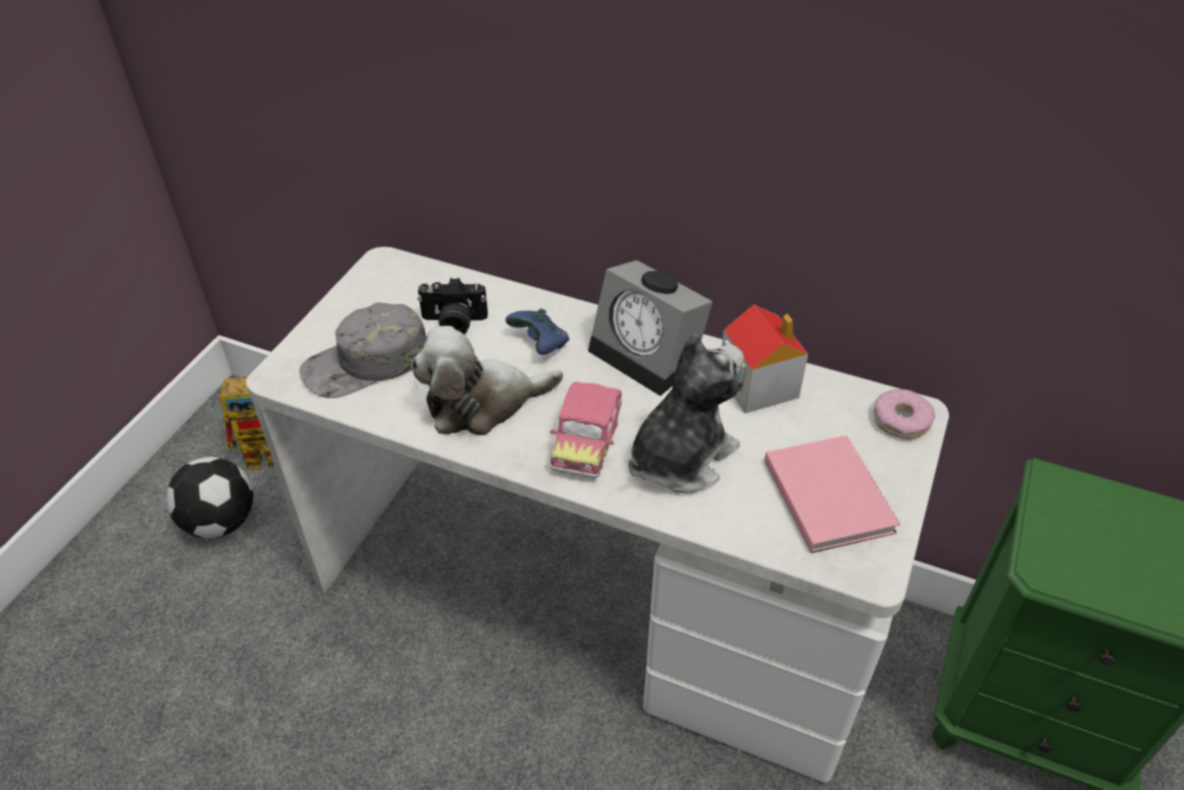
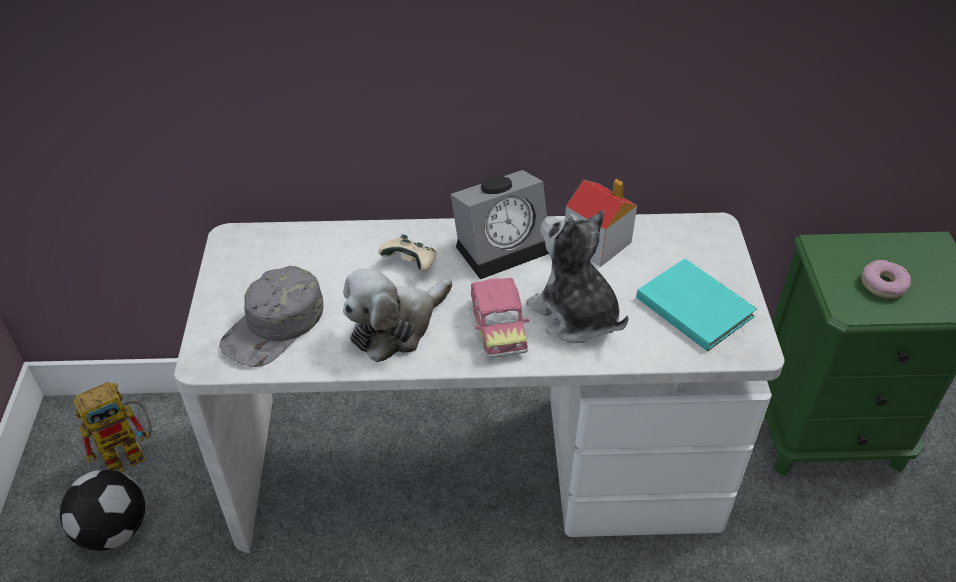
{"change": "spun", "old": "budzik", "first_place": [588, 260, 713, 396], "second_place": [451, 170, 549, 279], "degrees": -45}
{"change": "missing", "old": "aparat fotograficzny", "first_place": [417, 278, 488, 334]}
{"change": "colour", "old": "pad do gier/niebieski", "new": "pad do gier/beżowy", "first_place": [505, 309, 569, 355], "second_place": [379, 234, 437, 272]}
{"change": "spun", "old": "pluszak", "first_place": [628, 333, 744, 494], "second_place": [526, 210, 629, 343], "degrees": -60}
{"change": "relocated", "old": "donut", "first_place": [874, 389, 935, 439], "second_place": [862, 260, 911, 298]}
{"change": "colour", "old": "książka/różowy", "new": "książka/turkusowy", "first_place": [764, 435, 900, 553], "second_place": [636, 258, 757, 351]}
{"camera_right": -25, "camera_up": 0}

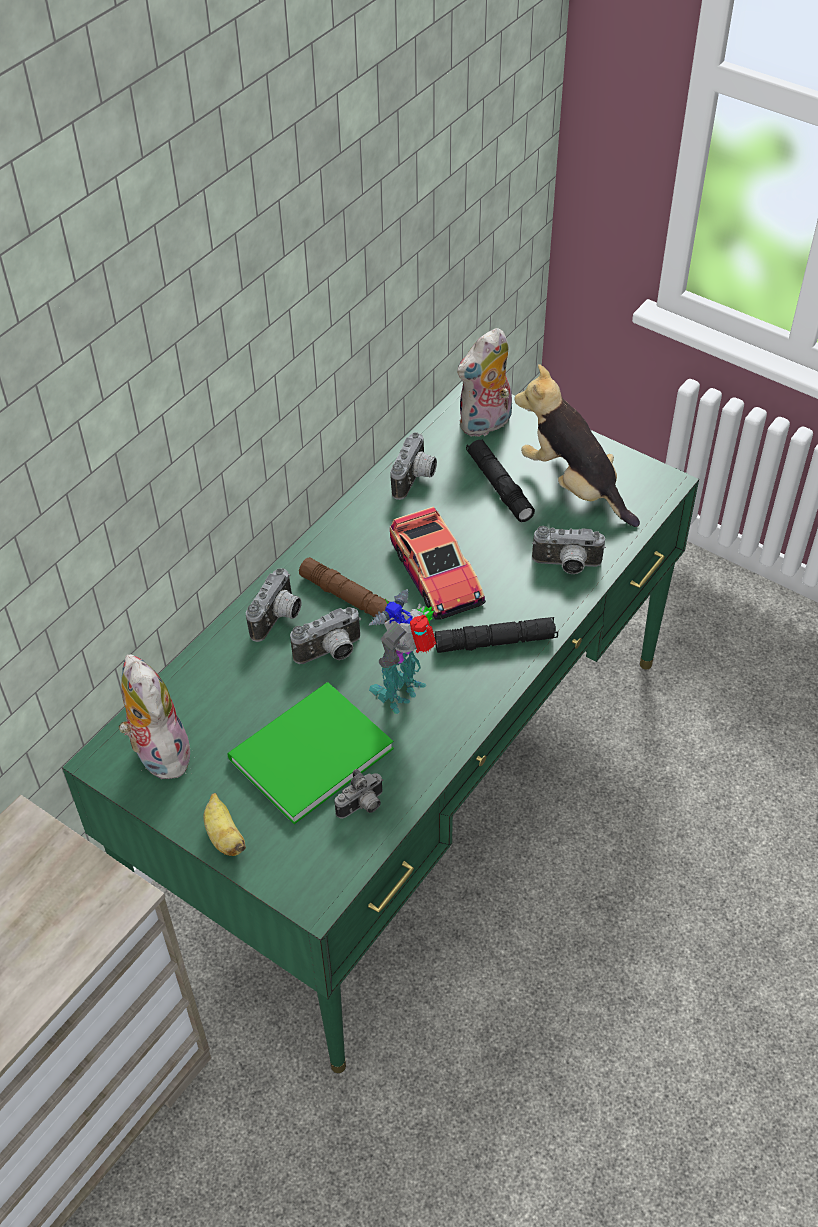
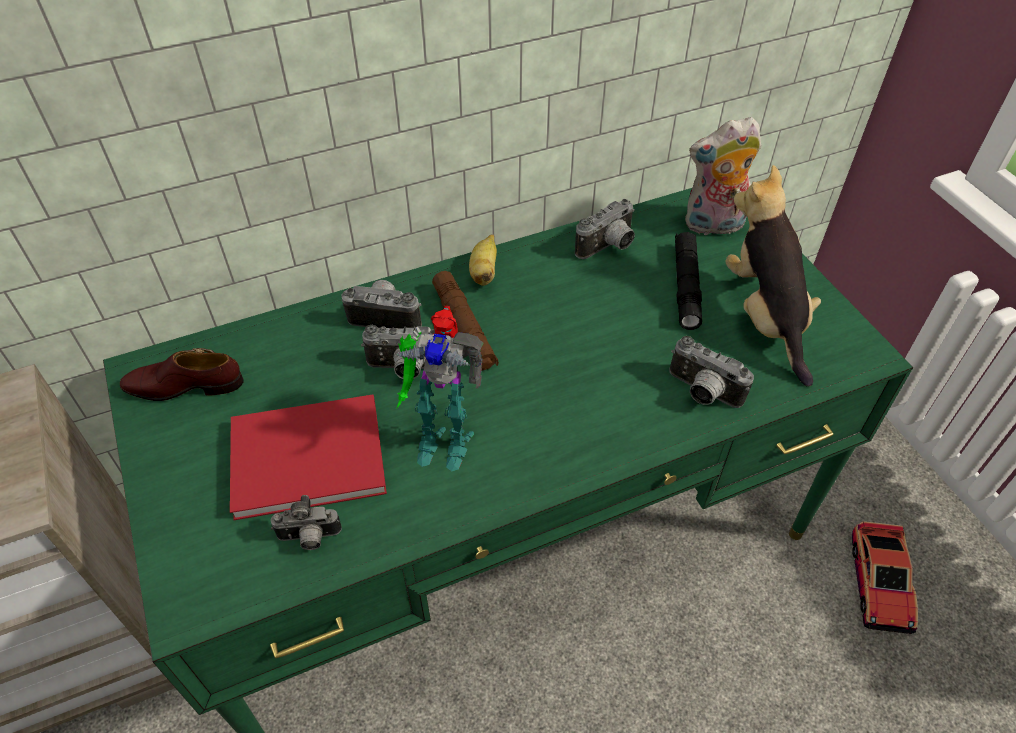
{"change": "relocated", "old": "samochodzik", "first_place": [390, 506, 486, 619], "second_place": [852, 521, 918, 634]}
{"change": "spun", "old": "aparat fotograficzny", "first_place": [246, 568, 302, 642], "second_place": [341, 280, 422, 328], "degrees": -135}
{"change": "spun", "old": "robot zabawkowy", "first_place": [369, 589, 436, 714], "second_place": [396, 306, 483, 471], "degrees": -150}
{"change": "missing", "old": "latarka/czarny", "first_place": [435, 617, 558, 653]}
{"change": "exchanged", "old": "pluszak", "new": "but/brązowy", "first_place": [118, 654, 190, 779], "second_place": [120, 348, 244, 401]}
{"change": "colour", "old": "książka/zielony", "new": "książka/czerwony", "first_place": [227, 682, 394, 824], "second_place": [230, 394, 387, 520]}
{"change": "relocated", "old": "banan", "first_place": [203, 793, 246, 856], "second_place": [469, 234, 497, 286]}
{"camera_right": 30, "camera_up": 0}

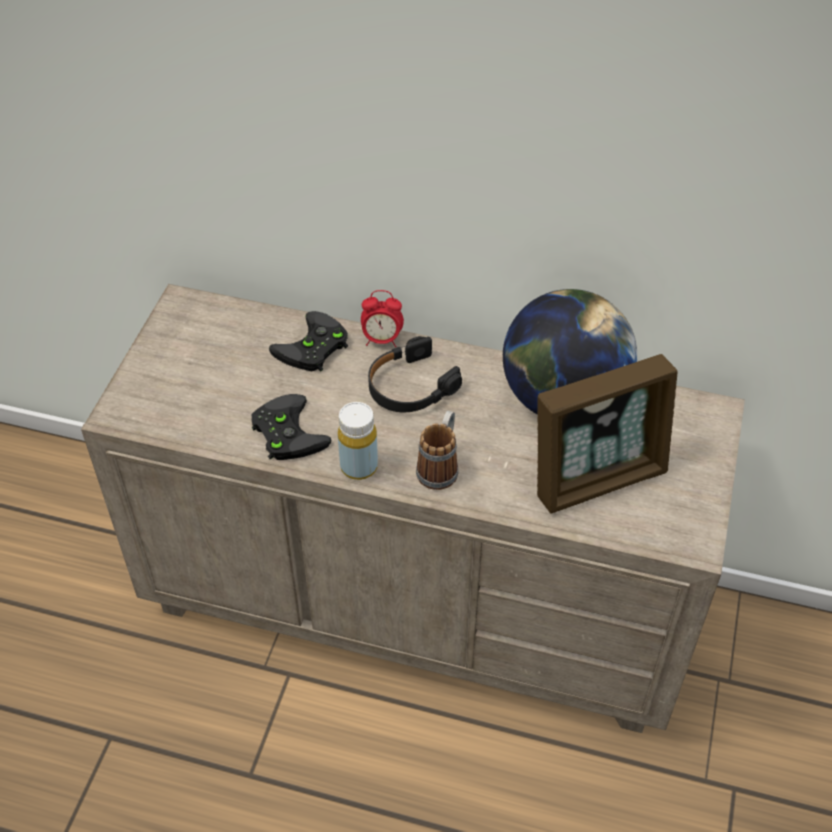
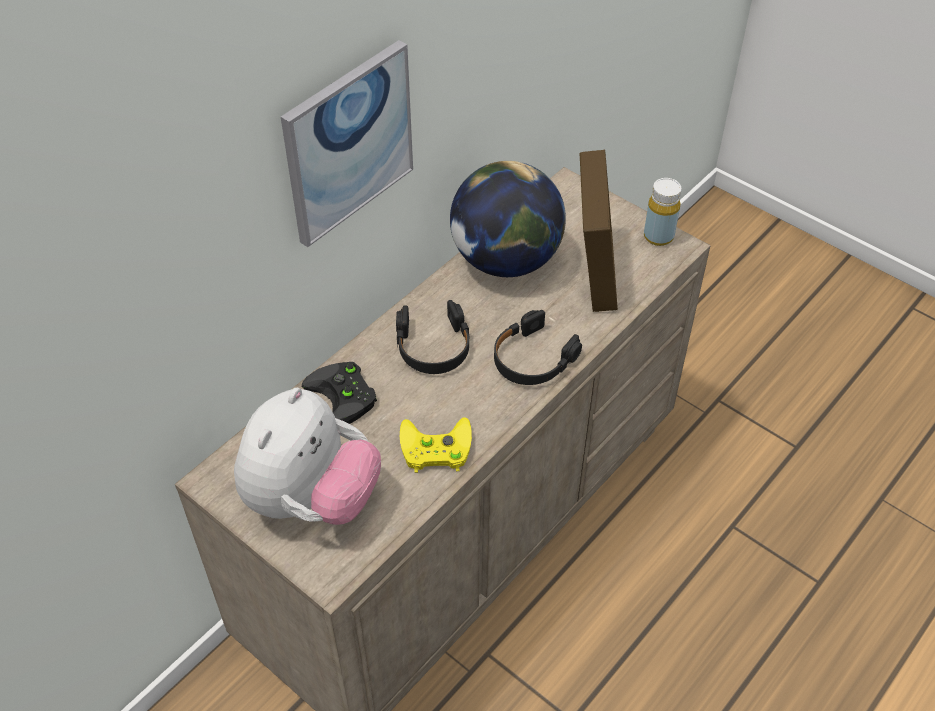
{"change": "missing", "old": "budzik", "first_place": [361, 290, 404, 347]}
{"change": "colour", "old": "pad do gier/czarny", "new": "pad do gier/żółty", "first_place": [251, 394, 331, 460], "second_place": [400, 417, 472, 473]}
{"change": "relocated", "old": "butelka/żółty", "first_place": [338, 402, 378, 480], "second_place": [644, 178, 681, 246]}
{"change": "exchanged", "old": "kubek", "new": "słuchawki/czarny", "first_place": [416, 411, 458, 490], "second_place": [494, 310, 582, 385]}
{"change": "appeared", "new": "obraz", "second_place": [281, 40, 413, 247]}
{"change": "appeared", "new": "pluszak", "second_place": [234, 387, 381, 525]}
{"camera_right": -65, "camera_up": 0}

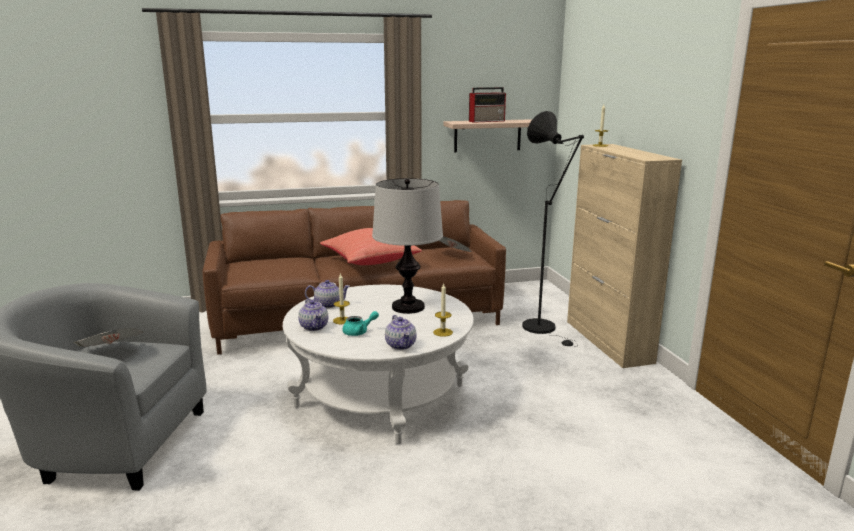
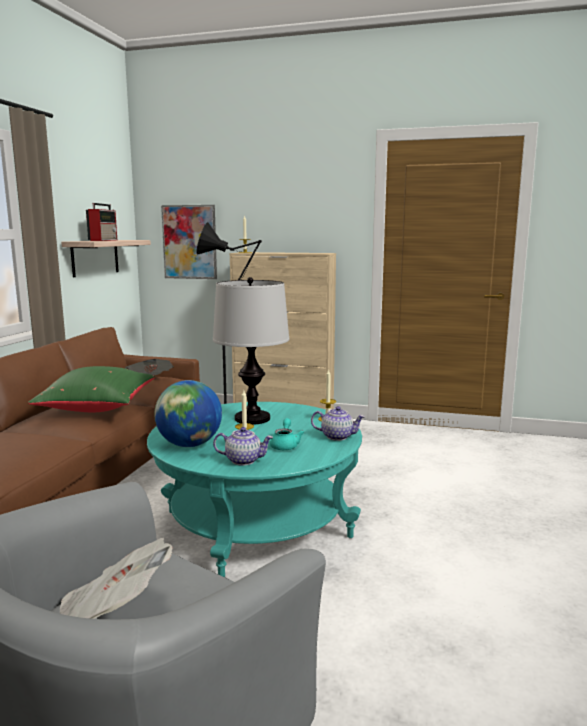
{"change": "colour", "old": "poduszka/czerwony", "new": "poduszka/zielony", "first_place": [320, 228, 422, 265], "second_place": [28, 366, 155, 412]}
{"change": "exchanged", "old": "imbryk", "new": "globus", "first_place": [305, 280, 350, 308], "second_place": [154, 380, 222, 447]}
{"change": "colour", "old": "ława/biały", "new": "ława/turkusowy", "first_place": [283, 285, 474, 444], "second_place": [147, 402, 362, 577]}
{"change": "appeared", "new": "obraz", "second_place": [161, 205, 217, 279]}
{"camera_right": -60, "camera_up": -5}

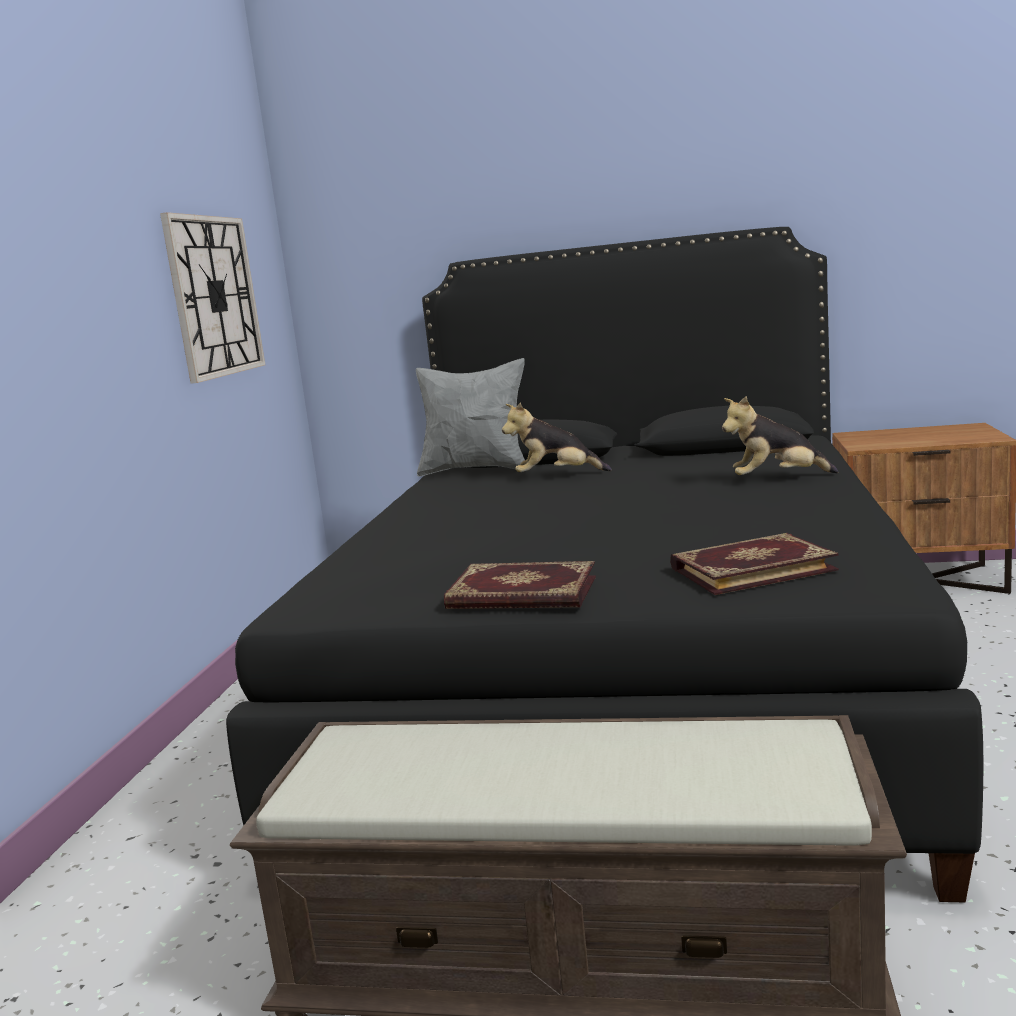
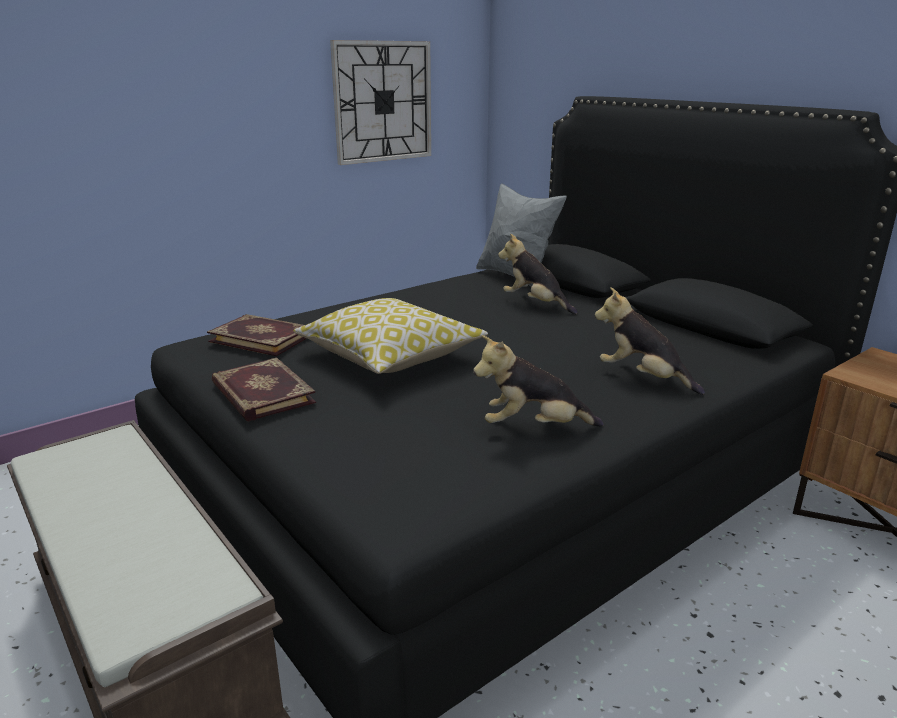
{"change": "relocated", "old": "książka", "first_place": [670, 533, 839, 595], "second_place": [207, 314, 307, 356]}
{"change": "appeared", "new": "poduszka", "second_place": [293, 298, 488, 374]}
{"change": "appeared", "new": "pluszak", "second_place": [473, 335, 603, 427]}
{"camera_right": 40, "camera_up": 10}

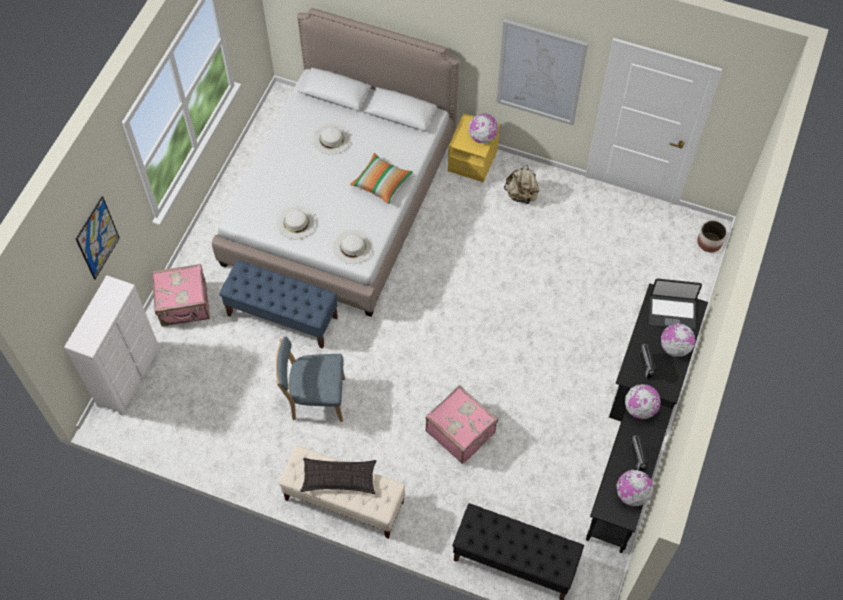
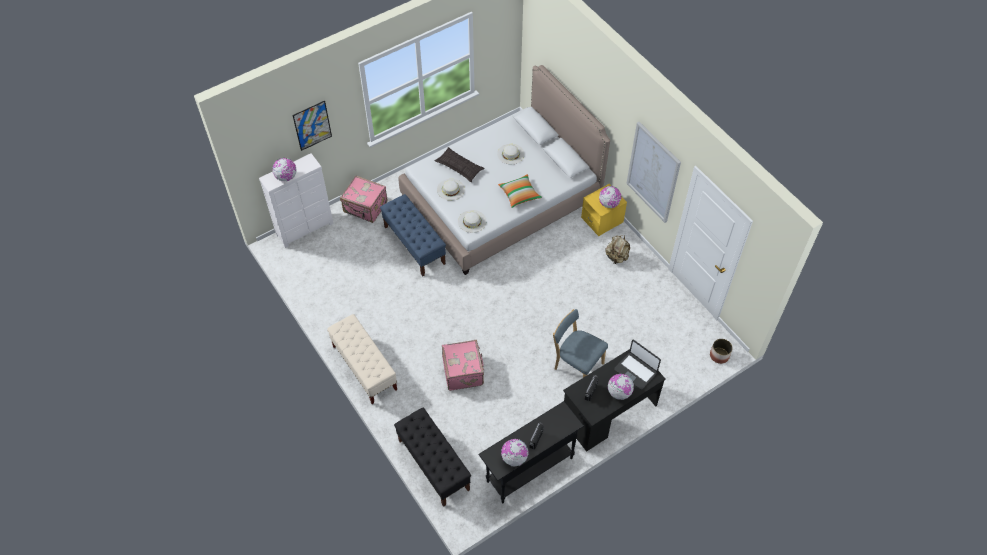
{"change": "relocated", "old": "krzesło/niebieski", "first_place": [276, 336, 345, 422], "second_place": [553, 309, 608, 378]}
{"change": "relocated", "old": "globus", "first_place": [625, 384, 661, 419], "second_place": [272, 158, 296, 181]}
{"change": "relocated", "old": "poduszka", "first_place": [300, 458, 376, 494], "second_place": [434, 147, 485, 182]}
{"camera_right": 35, "camera_up": -5}

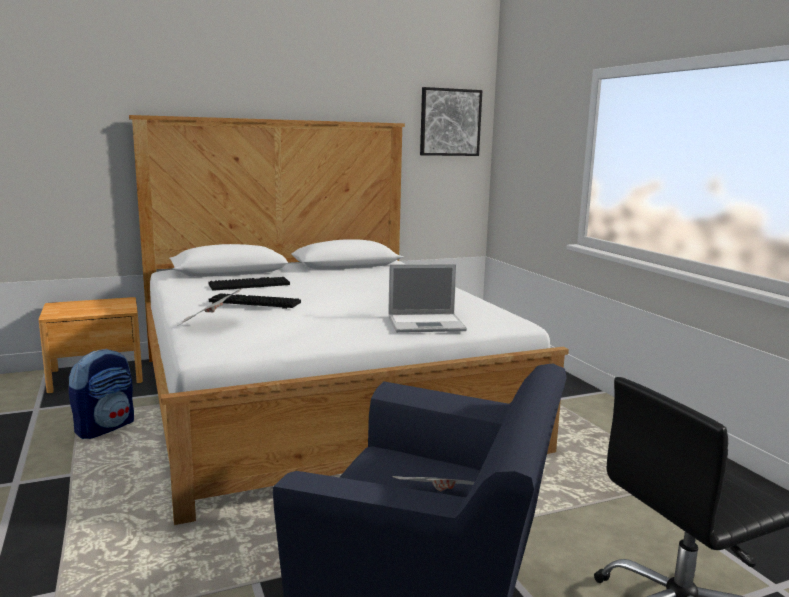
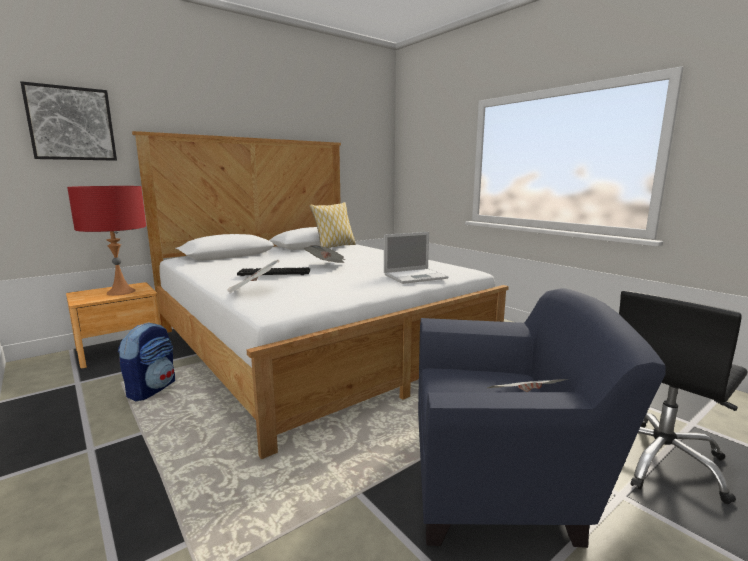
{"change": "relocated", "old": "obraz", "first_place": [420, 87, 482, 156], "second_place": [20, 81, 117, 161]}
{"change": "missing", "old": "klawiatura", "first_place": [209, 277, 290, 291]}
{"change": "appeared", "new": "lampa stołowa/czerwony", "second_place": [67, 186, 146, 296]}
{"change": "appeared", "new": "poduszka", "second_place": [309, 202, 356, 248]}
{"change": "appeared", "new": "gazeta", "second_place": [304, 245, 345, 263]}
{"camera_right": -15, "camera_up": 0}

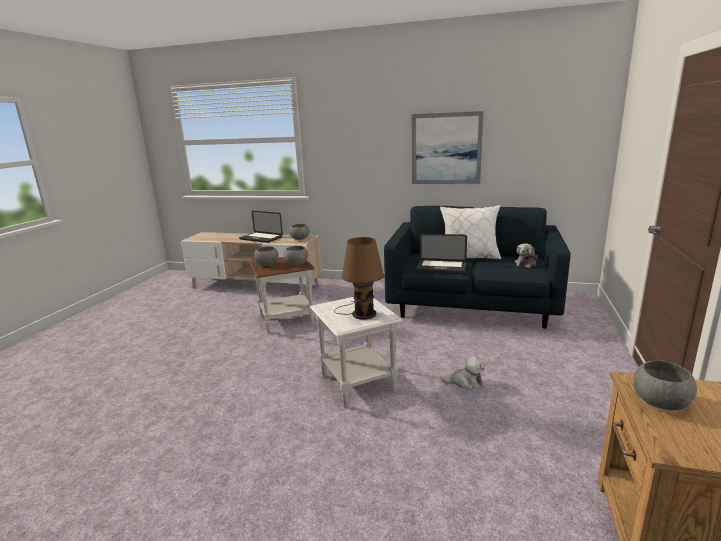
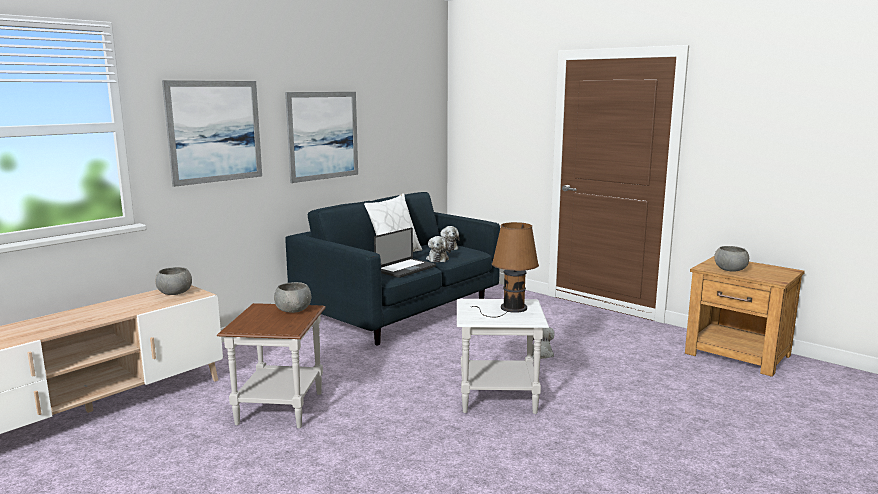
{"change": "missing", "old": "laptop", "first_place": [239, 211, 283, 243]}
{"change": "missing", "old": "miska/szary", "first_place": [254, 246, 279, 266]}
{"change": "appeared", "new": "obraz", "second_place": [162, 80, 262, 187]}
{"change": "appeared", "new": "pluszak", "second_place": [426, 236, 451, 262]}
{"camera_right": -65, "camera_up": -5}

